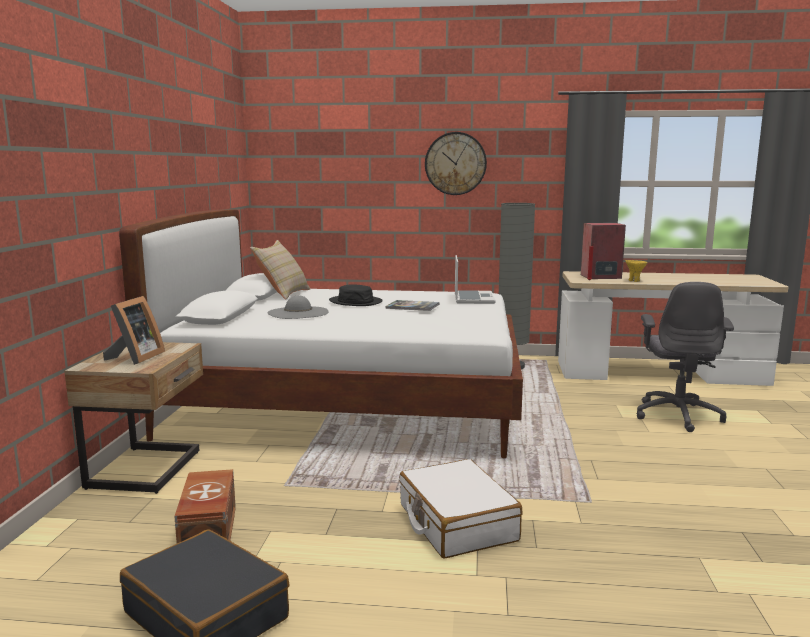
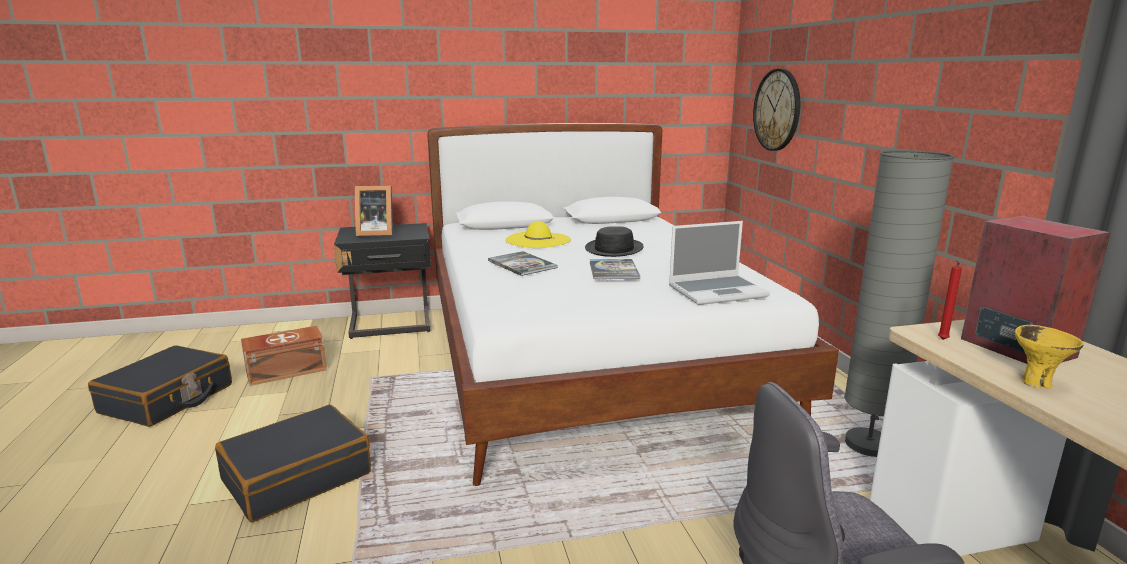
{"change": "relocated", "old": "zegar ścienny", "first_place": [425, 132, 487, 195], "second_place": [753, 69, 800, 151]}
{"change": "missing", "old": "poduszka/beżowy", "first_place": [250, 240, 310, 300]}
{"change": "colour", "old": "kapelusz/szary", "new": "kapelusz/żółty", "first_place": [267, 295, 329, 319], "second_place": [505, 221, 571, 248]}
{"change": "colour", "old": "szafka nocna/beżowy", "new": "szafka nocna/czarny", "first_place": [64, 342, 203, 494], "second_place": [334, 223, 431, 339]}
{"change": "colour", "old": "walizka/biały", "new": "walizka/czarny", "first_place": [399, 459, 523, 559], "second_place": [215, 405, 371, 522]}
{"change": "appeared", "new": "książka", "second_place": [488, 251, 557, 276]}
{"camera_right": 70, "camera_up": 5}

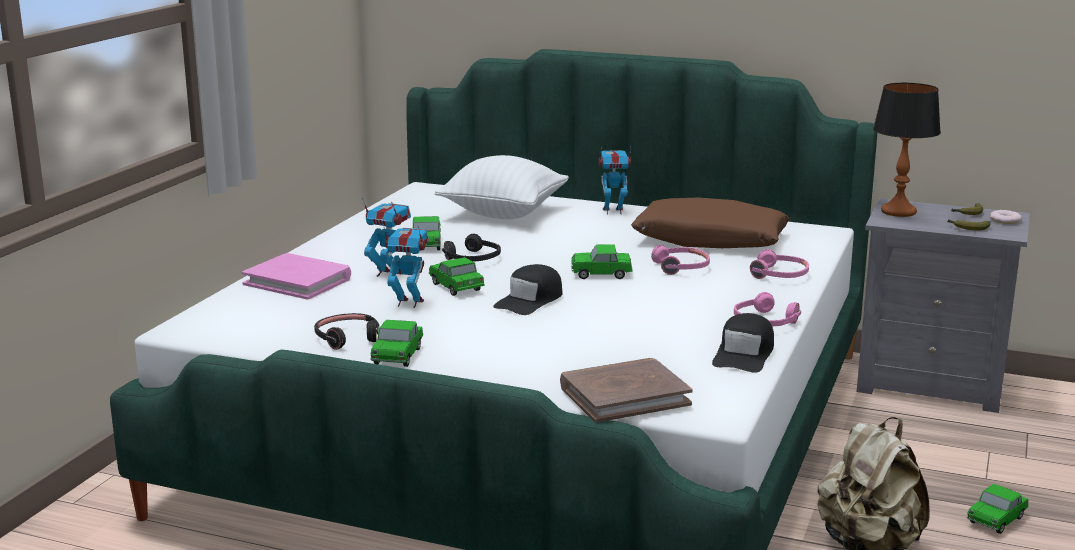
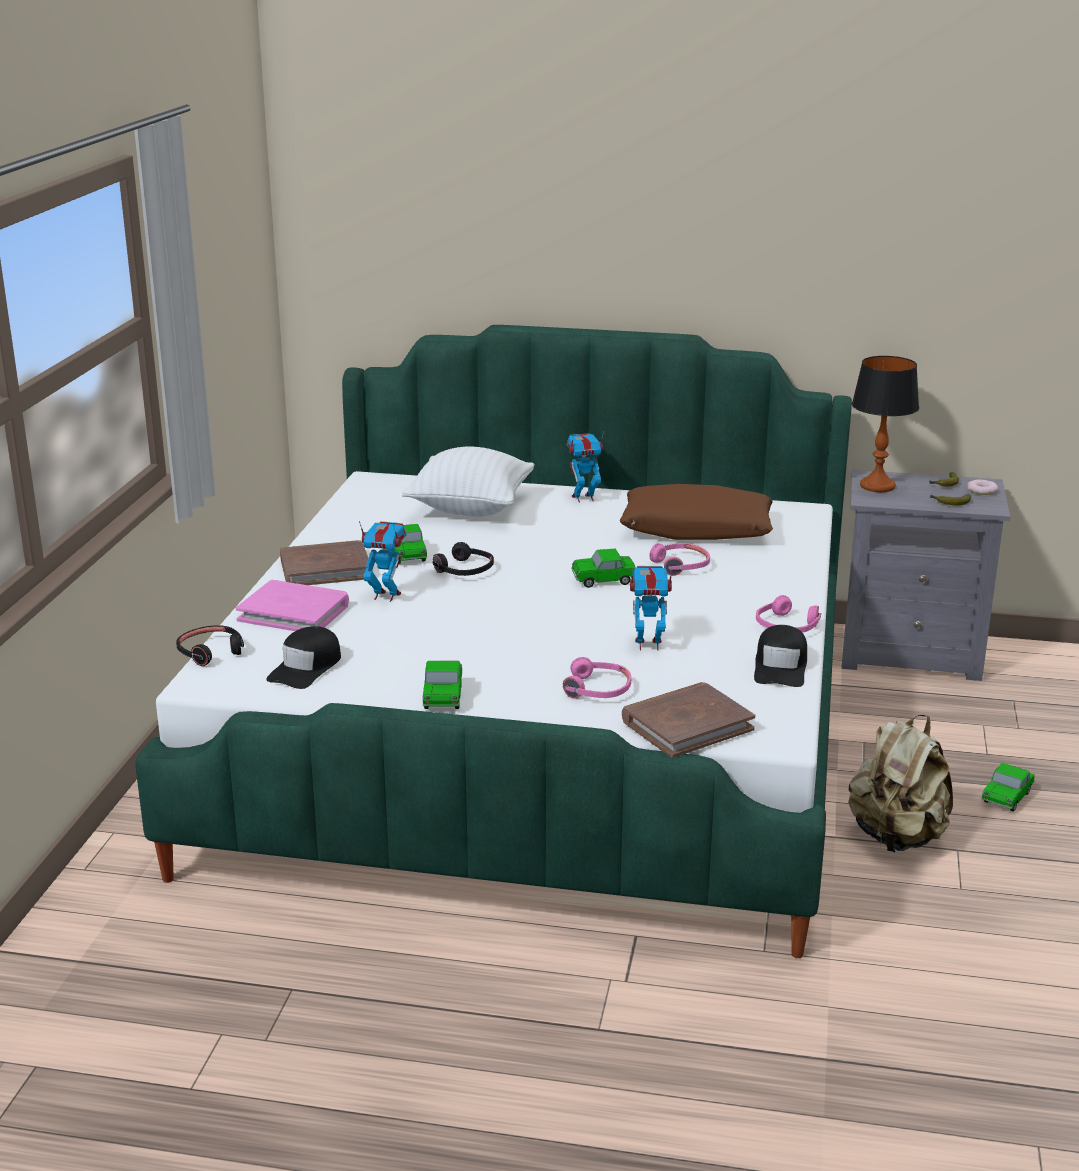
{"change": "relocated", "old": "robot zabawkowy", "first_place": [383, 224, 429, 308], "second_place": [630, 566, 672, 651]}
{"change": "relocated", "old": "słuchawki/różowy", "first_place": [750, 249, 809, 279], "second_place": [563, 657, 631, 699]}
{"change": "missing", "old": "samochodzik", "first_place": [429, 257, 485, 296]}
{"change": "relocated", "old": "czapka z daszkiem/czarny", "first_place": [493, 264, 563, 315], "second_place": [266, 626, 341, 689]}
{"change": "relocated", "old": "słuchawki/czarny", "first_place": [314, 313, 380, 350], "second_place": [176, 625, 244, 666]}
{"change": "appeared", "new": "książka/brązowy", "second_place": [280, 540, 368, 585]}
{"camera_right": -10, "camera_up": 5}

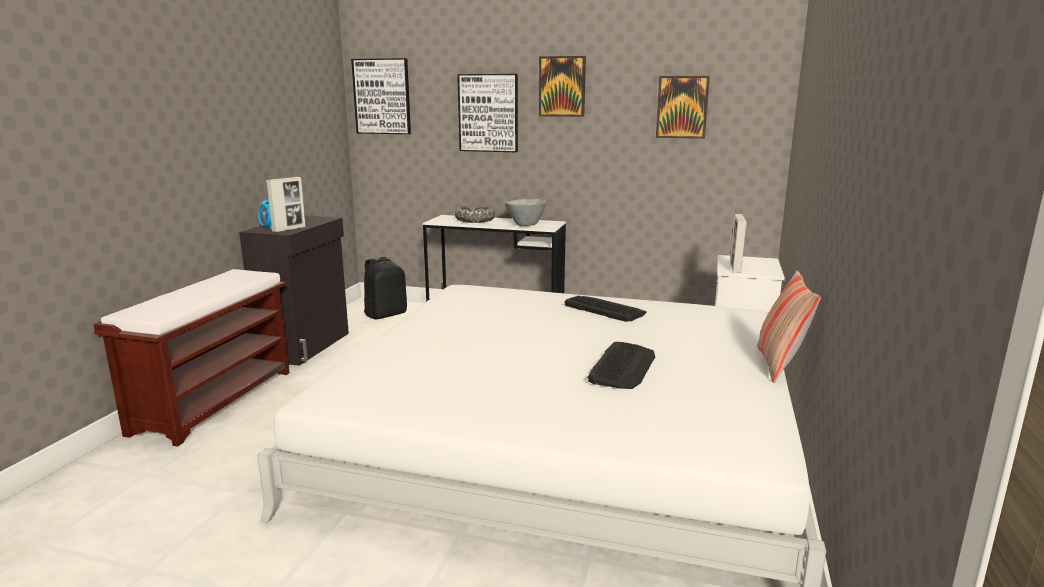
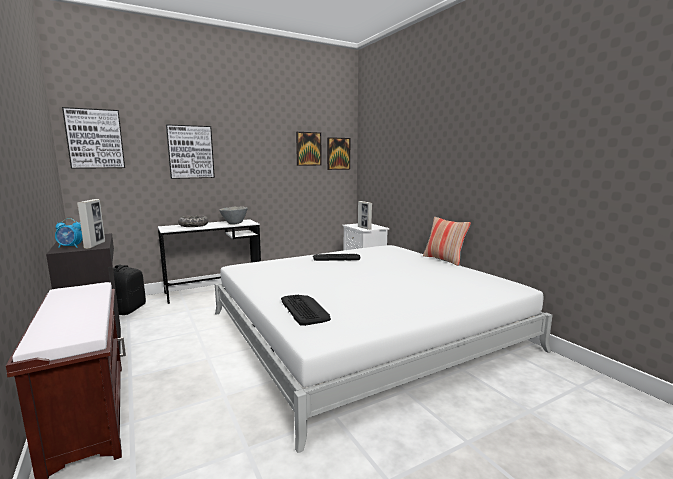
{"change": "relocated", "old": "obraz", "first_place": [539, 56, 586, 117], "second_place": [327, 137, 350, 170]}
{"change": "relocated", "old": "klawiatura", "first_place": [587, 342, 655, 389], "second_place": [281, 295, 331, 326]}
{"camera_right": -45, "camera_up": -5}

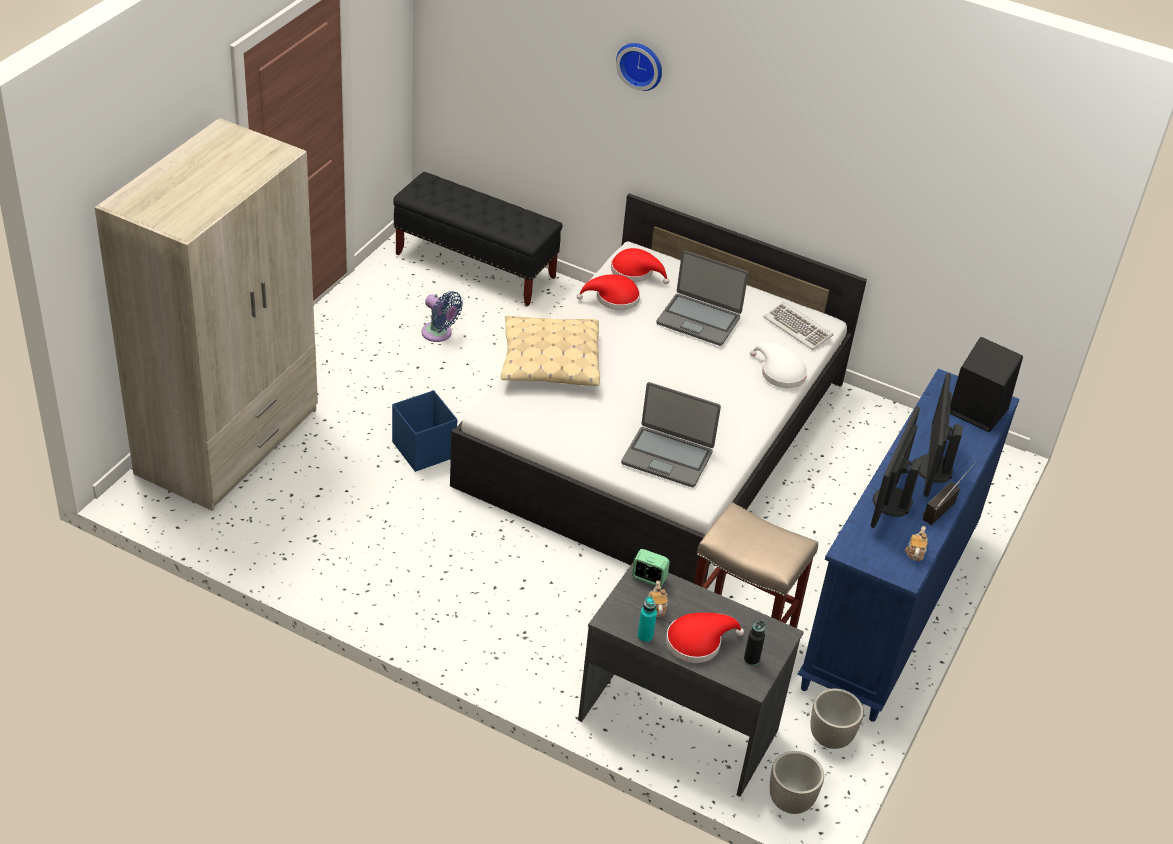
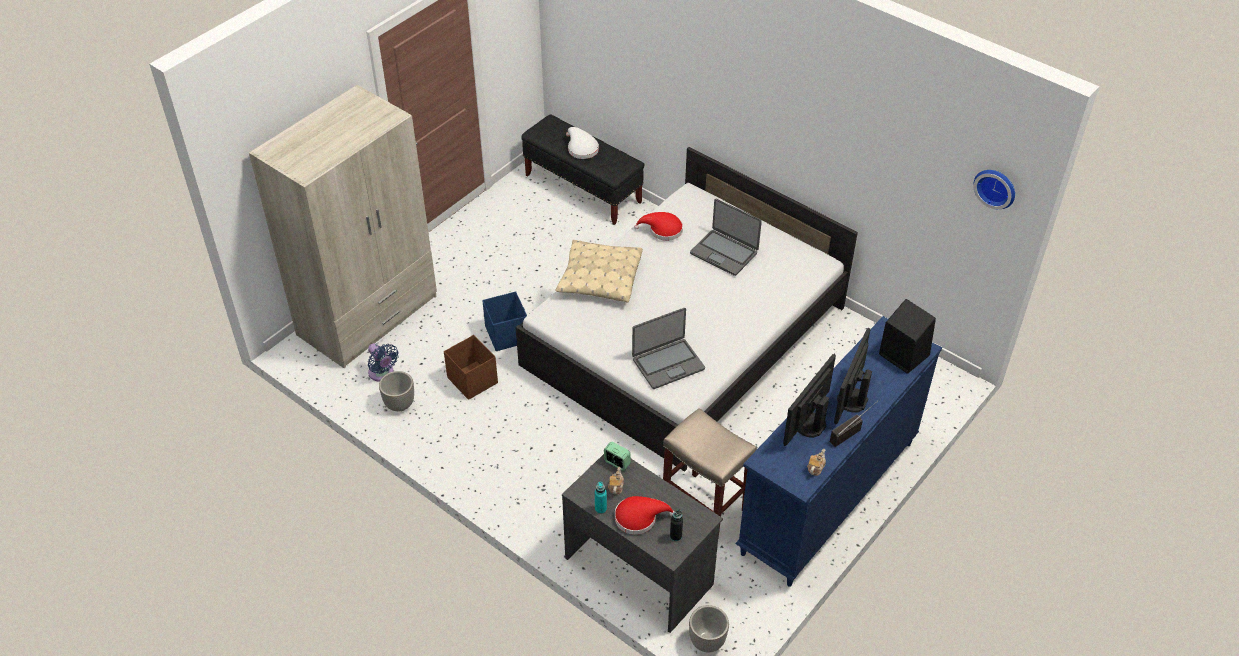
{"change": "relocated", "old": "zegar ścienny", "first_place": [616, 43, 662, 91], "second_place": [974, 170, 1015, 209]}
{"change": "missing", "old": "kapelusz/czerwony", "first_place": [611, 248, 669, 284]}
{"change": "relocated", "old": "wentylator/niebieski", "first_place": [422, 291, 463, 342], "second_place": [368, 343, 399, 381]}
{"change": "missing", "old": "klawiatura", "first_place": [763, 302, 833, 350]}
{"change": "relocated", "old": "kapelusz/biały", "first_place": [750, 342, 807, 388], "second_place": [566, 127, 599, 159]}
{"change": "spun", "old": "laptop", "first_place": [621, 382, 721, 487], "second_place": [632, 308, 705, 389], "degrees": -60}
{"change": "relocated", "old": "donica", "first_place": [811, 689, 864, 749], "second_place": [379, 371, 414, 412]}
{"change": "appeared", "new": "pojemnik do przechowywania/brązowy", "second_place": [444, 335, 498, 400]}
{"camera_right": 15, "camera_up": 5}

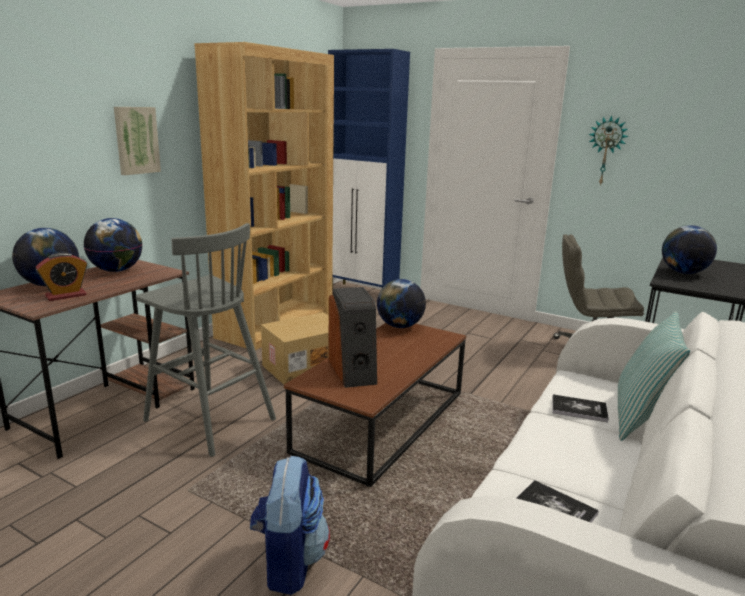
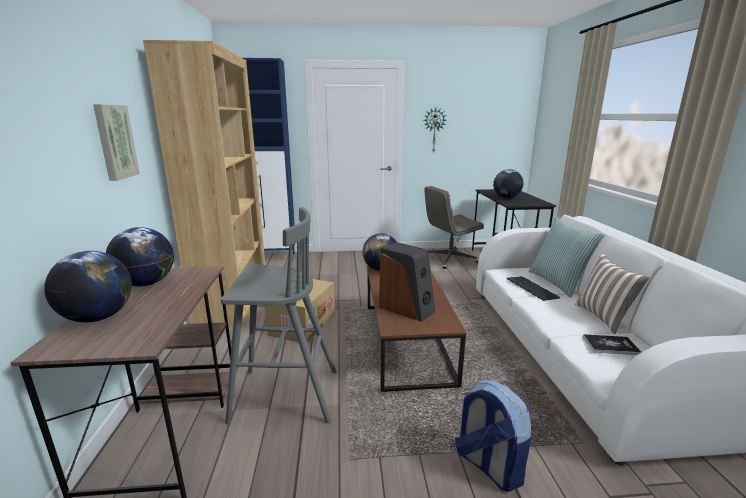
{"change": "missing", "old": "budzik", "first_place": [36, 253, 87, 301]}
{"change": "exchanged", "old": "książka", "new": "klawiatura", "first_place": [552, 394, 609, 422], "second_place": [507, 276, 560, 301]}
{"change": "appeared", "new": "poduszka", "second_place": [575, 254, 650, 334]}
{"camera_right": -35, "camera_up": 0}

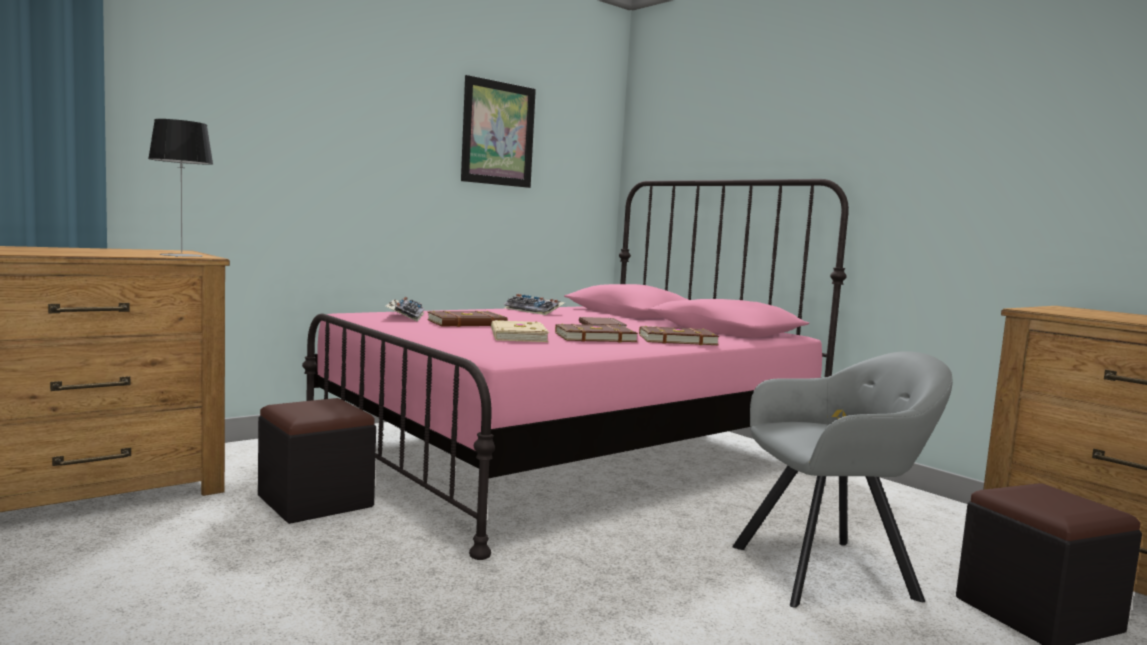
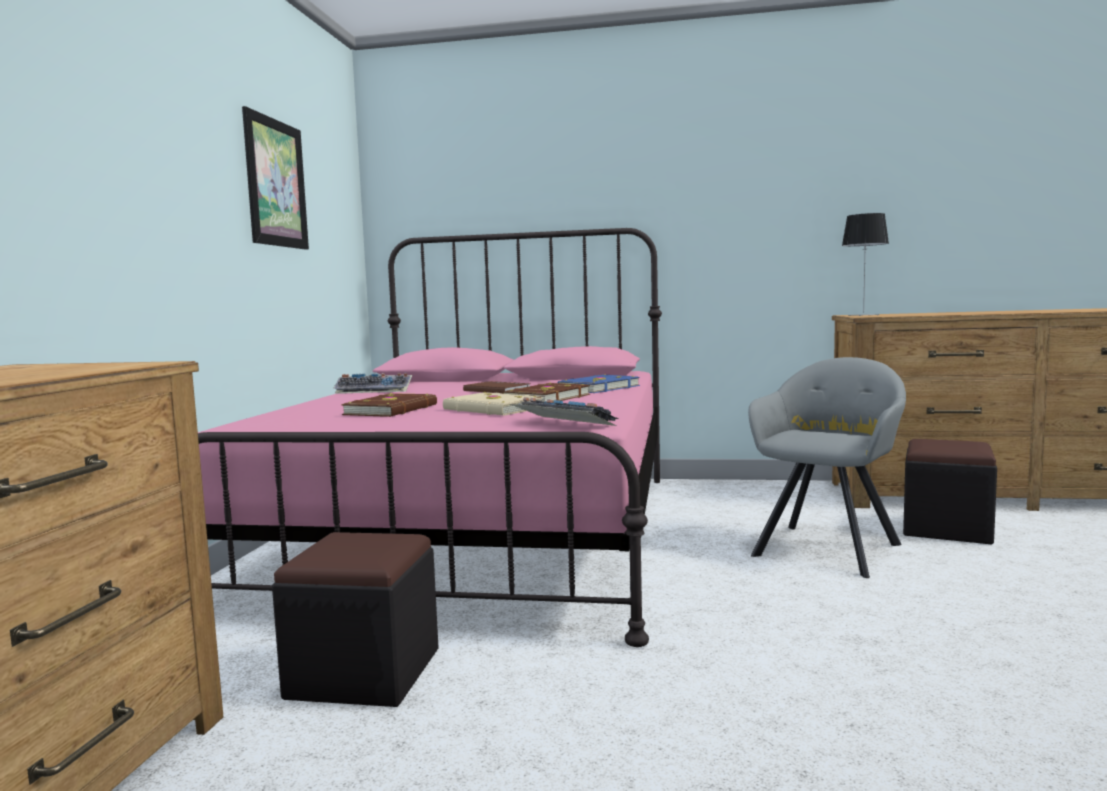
{"change": "relocated", "old": "lampa stołowa", "first_place": [148, 119, 213, 257], "second_place": [842, 213, 889, 316]}
{"change": "relocated", "old": "klawiatura", "first_place": [385, 297, 425, 322], "second_place": [510, 397, 618, 426]}
{"change": "colour", "old": "książka/brązowy", "new": "książka/niebieski", "first_place": [639, 326, 719, 345], "second_place": [558, 374, 640, 393]}
{"camera_right": -40, "camera_up": 0}

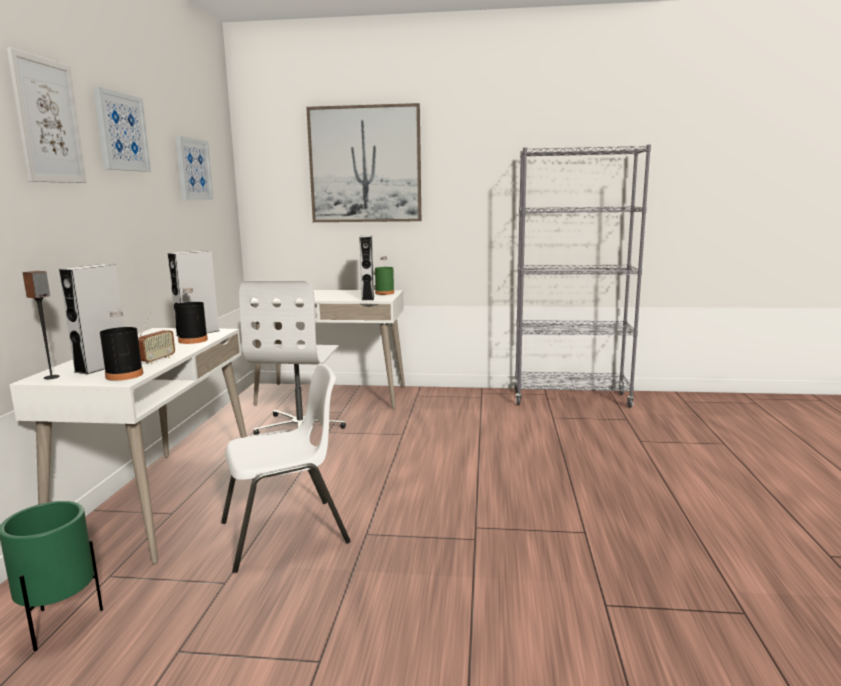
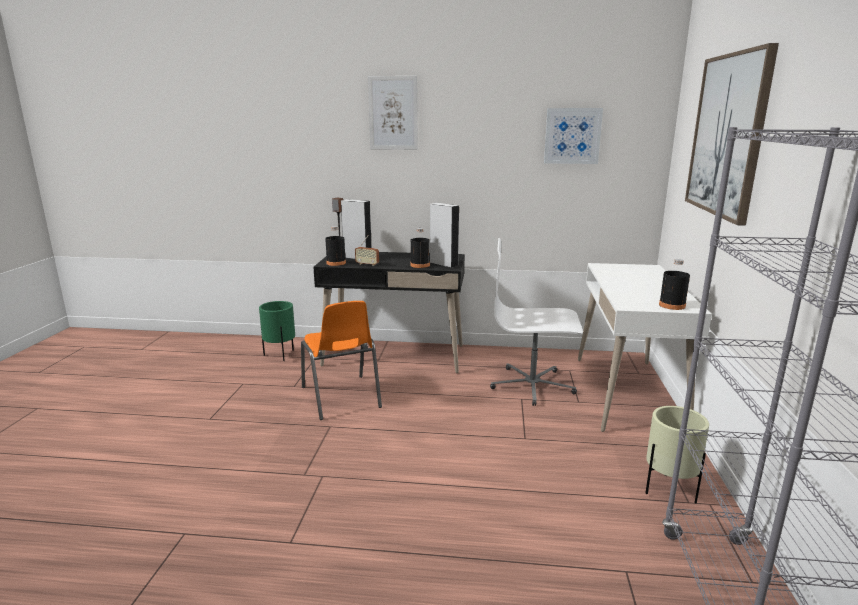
{"change": "missing", "old": "obraz", "first_place": [93, 87, 151, 172]}
{"change": "missing", "old": "głośnik/szary", "first_place": [359, 235, 374, 300]}
{"change": "colour", "old": "butelka/zielony", "new": "butelka/czarny", "first_place": [375, 256, 394, 295], "second_place": [659, 259, 690, 310]}
{"change": "colour", "old": "biurko/biały", "new": "biurko/czarny", "first_place": [9, 328, 247, 565], "second_place": [313, 252, 465, 373]}
{"change": "colour", "old": "krzesło/biały", "new": "krzesło/pomarańczowy", "first_place": [221, 364, 350, 573], "second_place": [301, 301, 382, 420]}
{"change": "appeared", "new": "donica/beżowy", "second_place": [646, 406, 709, 503]}
{"camera_right": 90, "camera_up": 5}

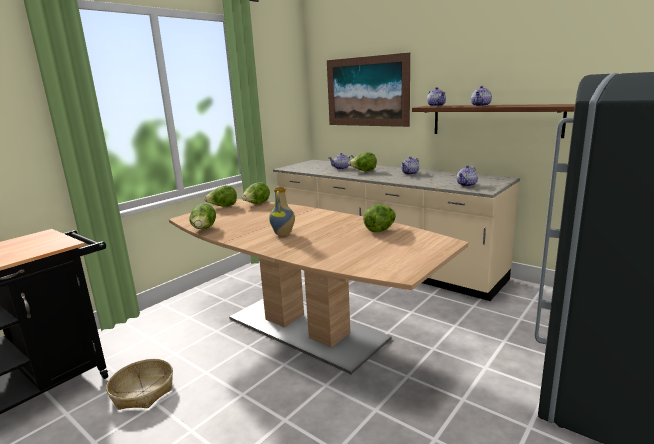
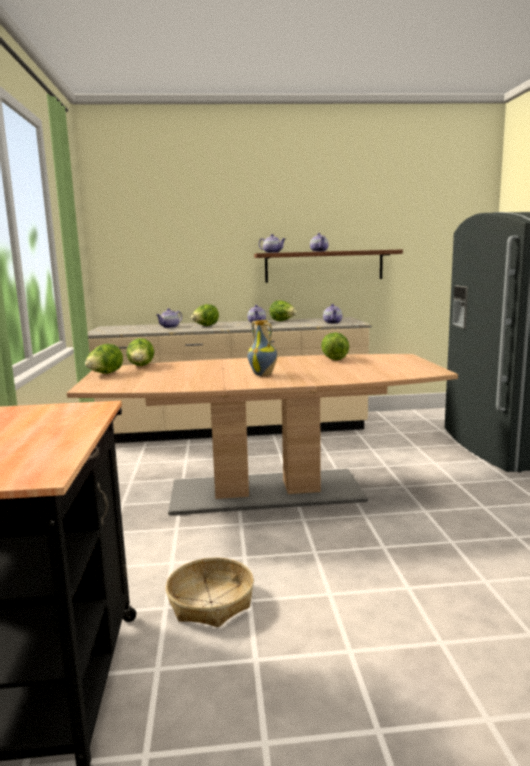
{"change": "missing", "old": "obraz", "first_place": [327, 53, 410, 127]}
{"change": "relocated", "old": "sałata", "first_place": [189, 203, 216, 229], "second_place": [269, 300, 297, 321]}
{"camera_right": -45, "camera_up": -5}

